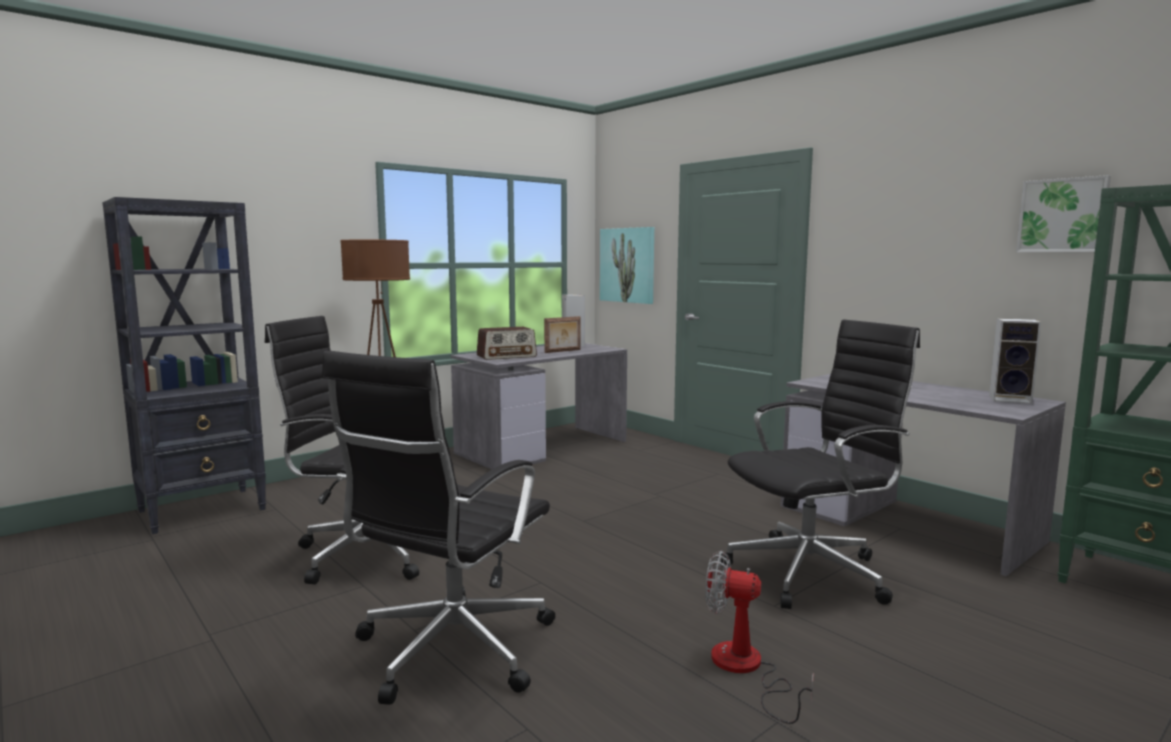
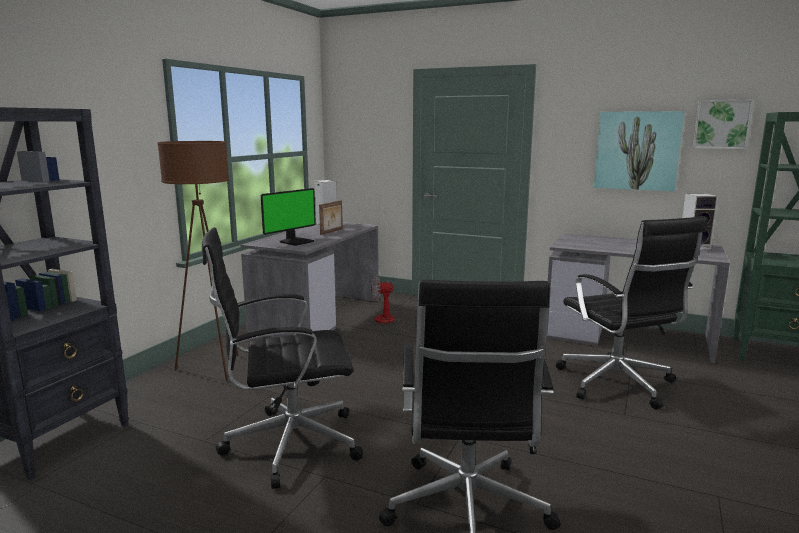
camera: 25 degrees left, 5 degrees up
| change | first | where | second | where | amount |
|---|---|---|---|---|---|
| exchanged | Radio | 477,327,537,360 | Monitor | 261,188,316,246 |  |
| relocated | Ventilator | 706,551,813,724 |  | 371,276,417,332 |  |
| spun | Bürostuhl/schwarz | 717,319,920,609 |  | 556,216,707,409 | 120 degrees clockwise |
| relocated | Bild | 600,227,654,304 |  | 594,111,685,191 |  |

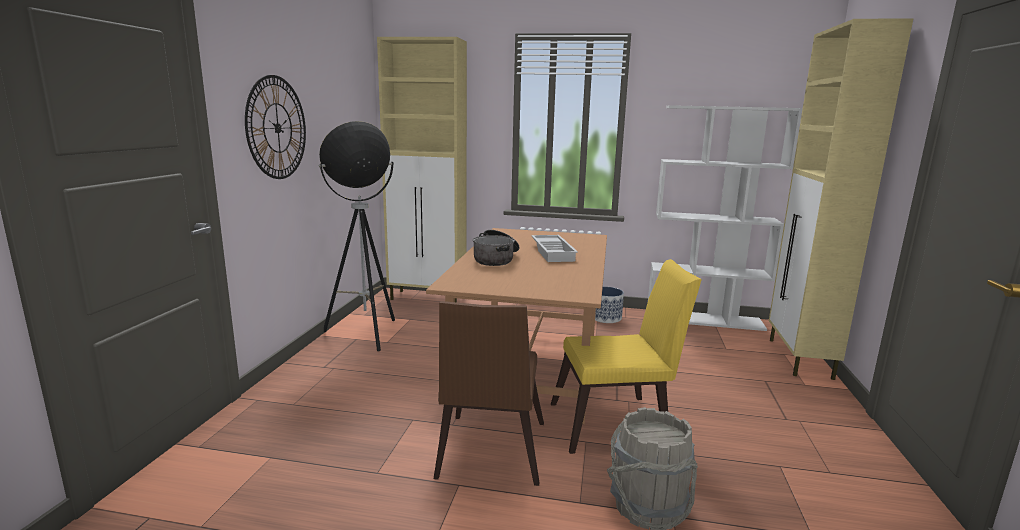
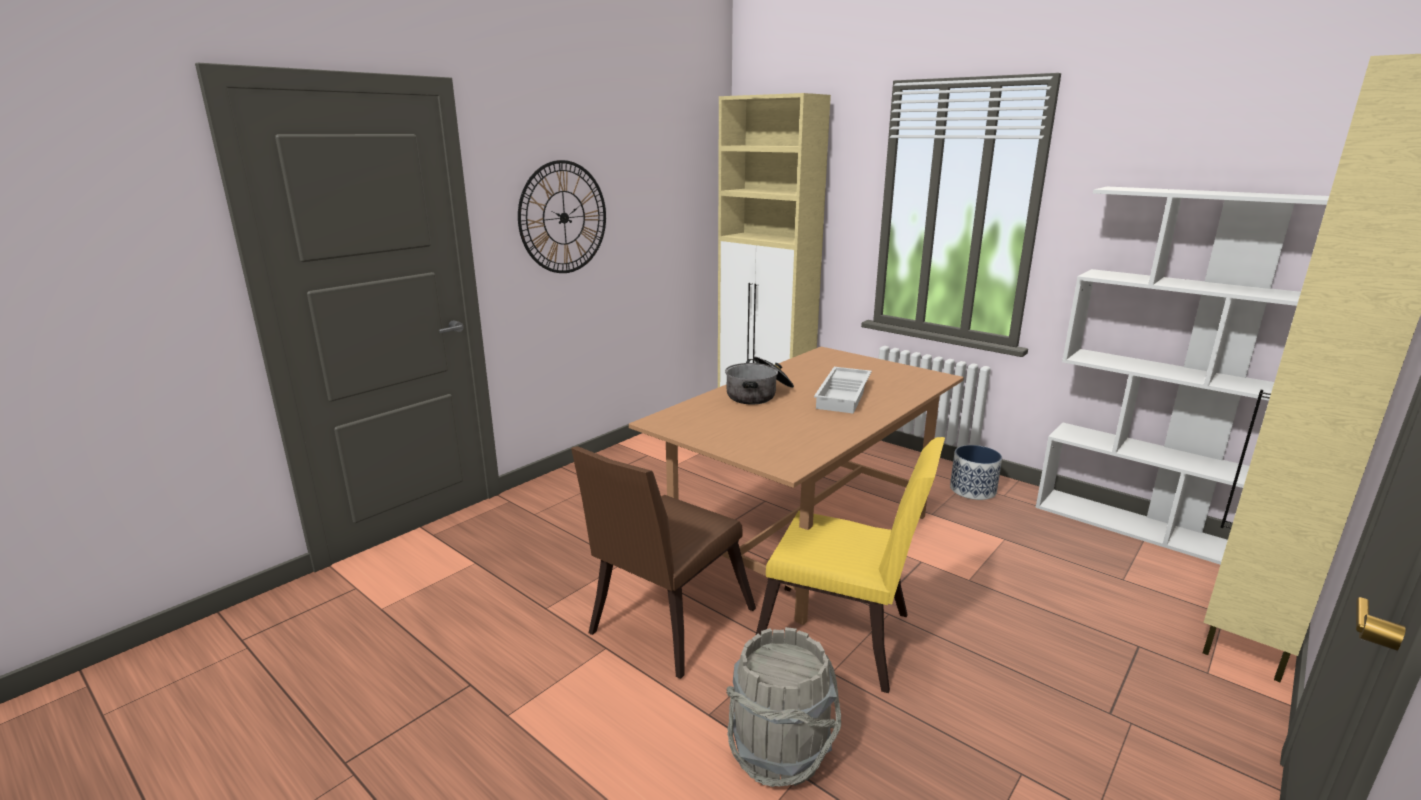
camera: 30 degrees right, 5 degrees up
| change | first | where | second | where | amount |
|---|---|---|---|---|---|
| missing | Stehlampe | 319,121,395,352 |  |  |  |

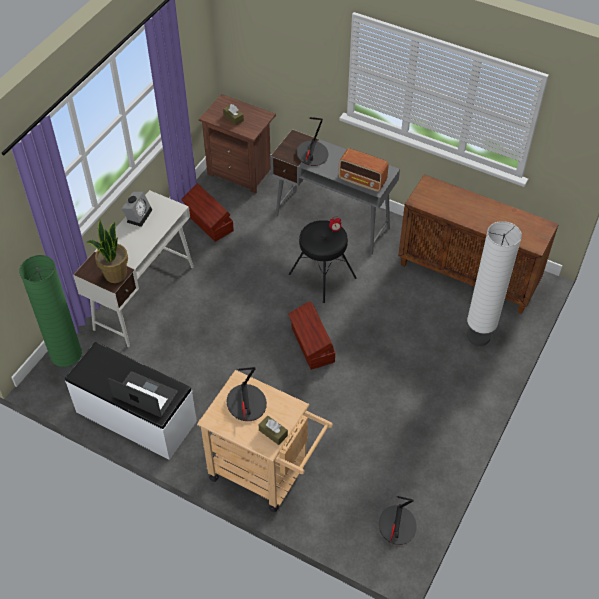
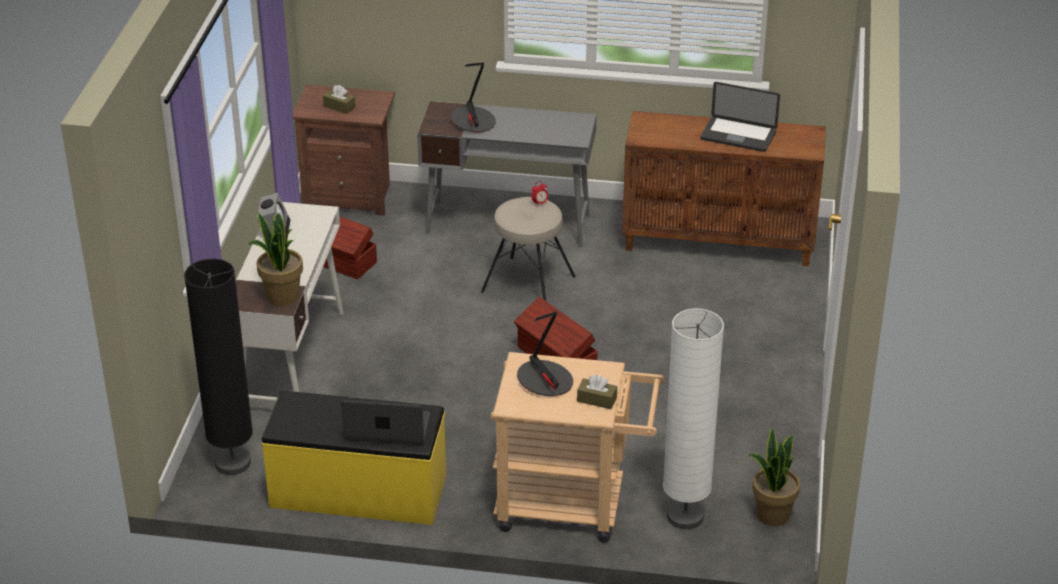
camera: 20 degrees left, 15 degrees down
| change | first | where | second | where | amount |
|---|---|---|---|---|---|
| colour | Stehlampe/grün | 19,255,82,378 | Stehlampe/schwarz | 184,259,253,475 |  |
| colour | Bank/weiß | 65,342,197,460 | Bank/gelb | 262,391,446,525 |  |
| colour | Hocker/schwarz | 289,220,357,303 | Hocker/beige | 481,197,576,301 |  |
| relocated | Stehlampe/weiß | 467,221,522,346 |  | 663,308,724,529 |  |
| appeared |  |  | Laptop | 701,82,780,152 |  |
| exchanged | Tischlampe | 379,496,417,545 | Topfpflanze | 748,427,800,526 |  |
| missing | Radio | 338,148,389,192 |  |  |  |

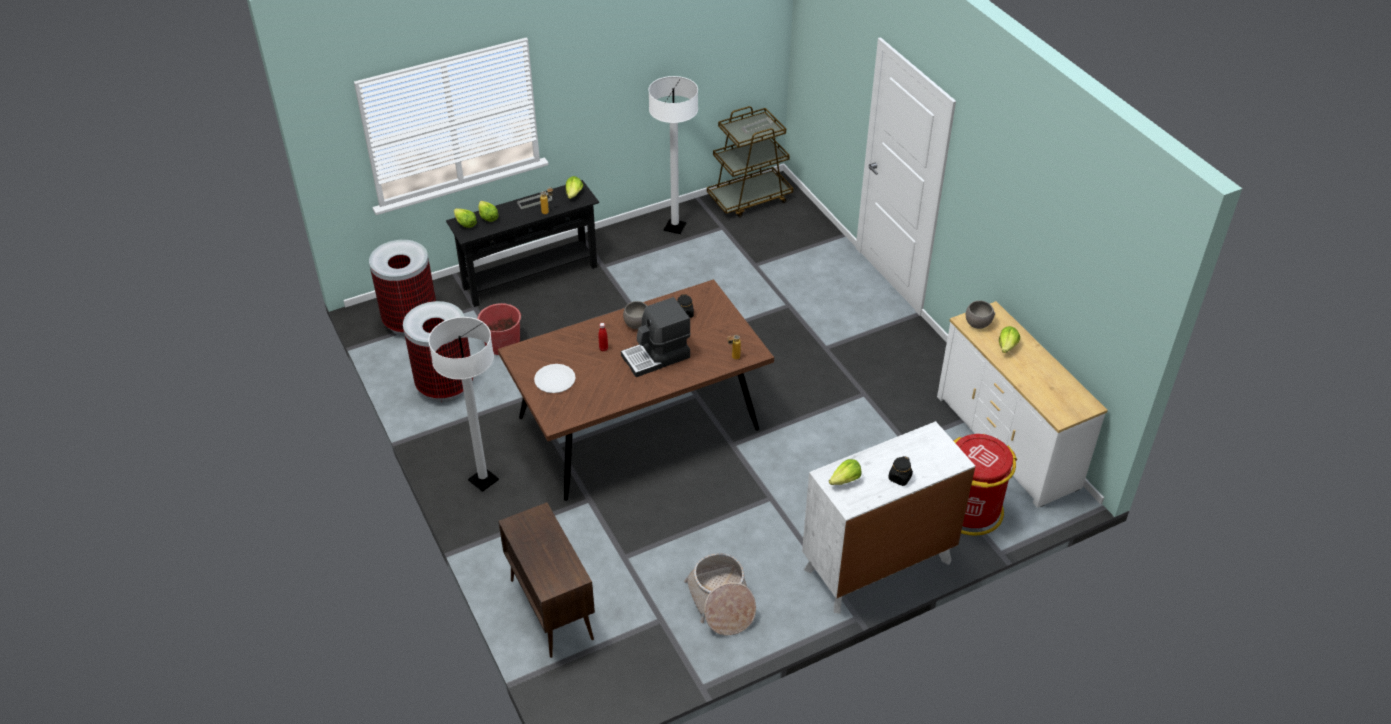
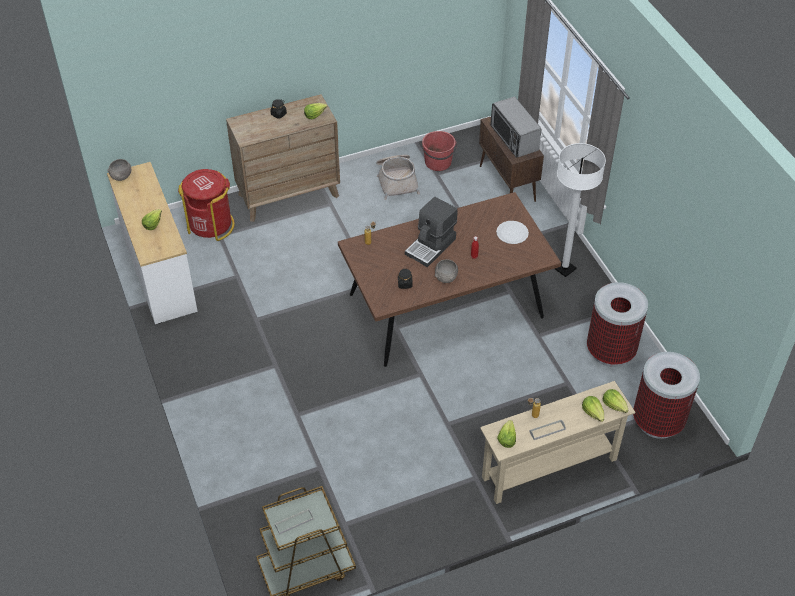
camera: 175 degrees left, 5 degrees up
| change | first | where | second | where | amount |
|---|---|---|---|---|---|
| relocated | Schüssel/grau | 966,300,995,329 |  | 107,159,131,181 |  |
| colour | Kommode/weiß | 802,421,975,613 | Kommode/braun | 226,94,340,222 |  |
| spun | Kaffeemaschine | 621,297,691,377 |  | 405,197,458,267 | 150 degrees clockwise |
| relocated | Eimer/rot | 477,303,521,355 |  | 422,131,457,171 |  |
| colour | Konsolentisch/schwarz | 446,180,599,307 | Konsolentisch/beige | 480,381,635,504 |  |
| appeared |  |  | Mikrowelle | 490,96,542,158 |  |
| missing | Stehlampe/weiß | 648,76,698,234 |  |  |  |

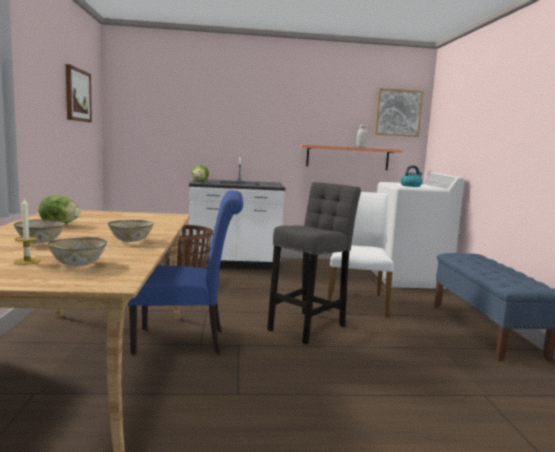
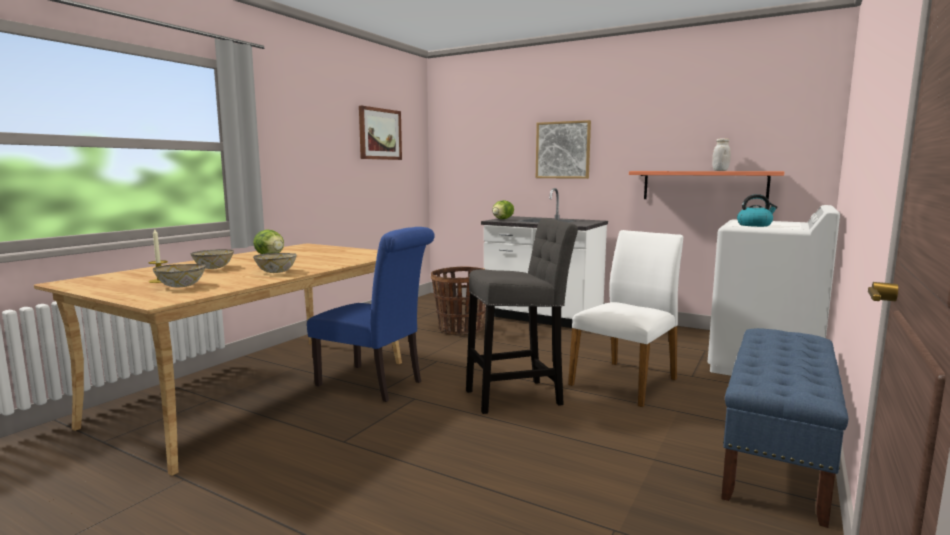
camera: 35 degrees right, 0 degrees up
| change | first | where | second | where | amount |
|---|---|---|---|---|---|
| relocated | Bild | 375,88,424,137 |  | 536,120,591,179 |  |

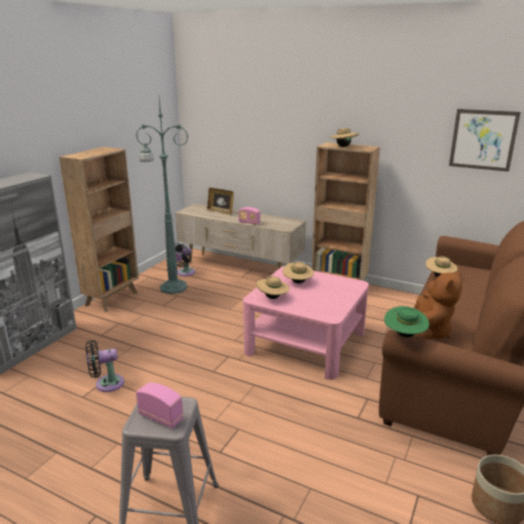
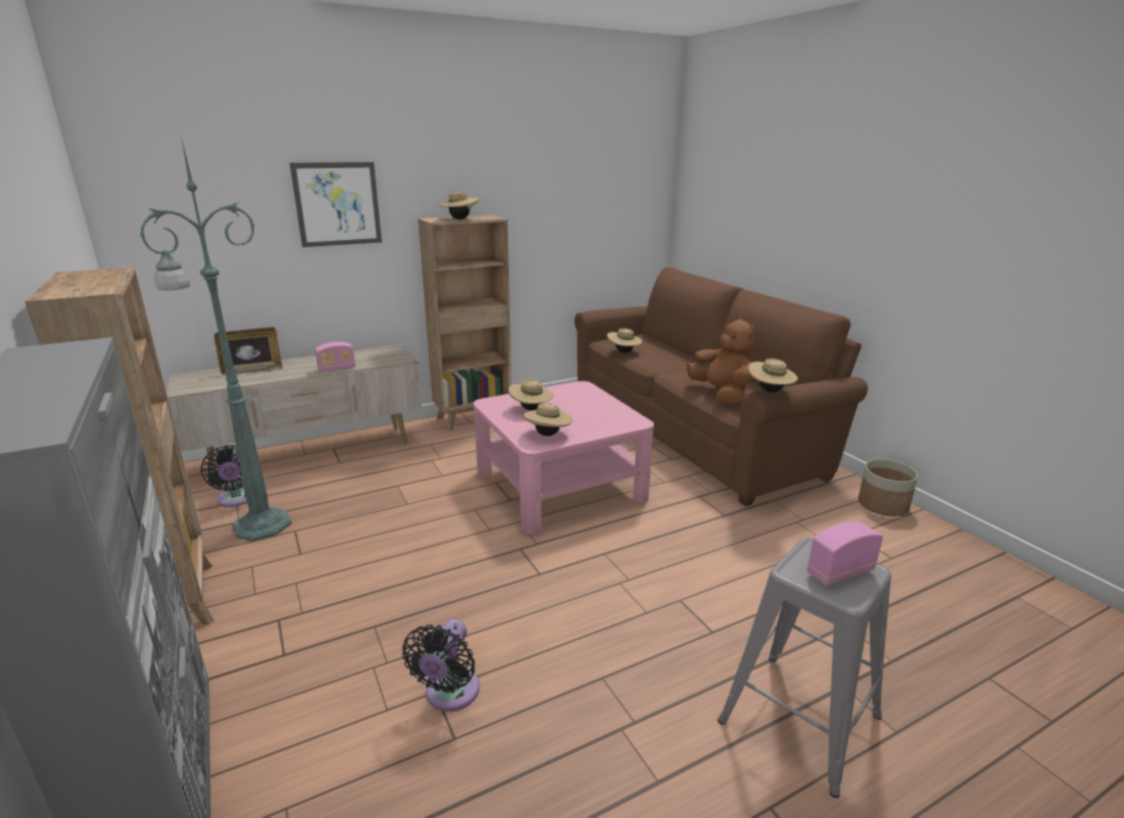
camera: 55 degrees left, 0 degrees up
| change | first | where | second | where | amount |
|---|---|---|---|---|---|
| relocated | Bild | 449,109,521,172 |  | 290,162,382,247 |  |
| colour | Hut/grün | 384,306,429,337 | Hut/beige | 748,359,798,392 |  |

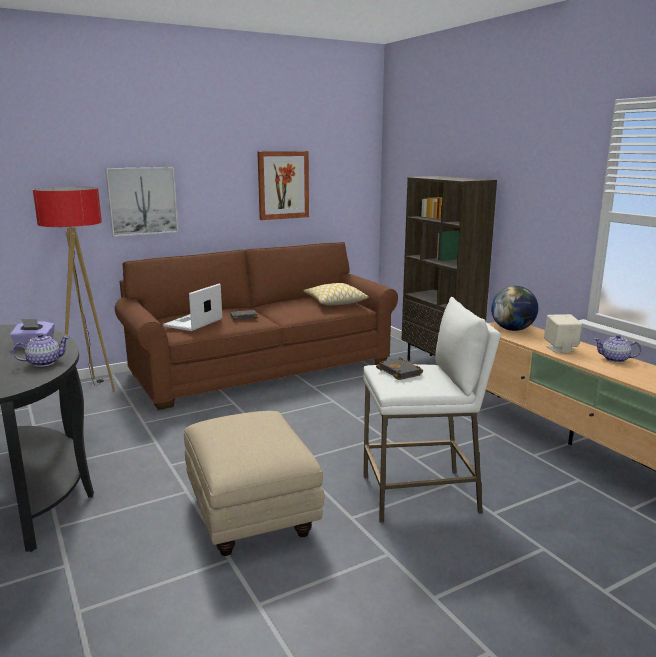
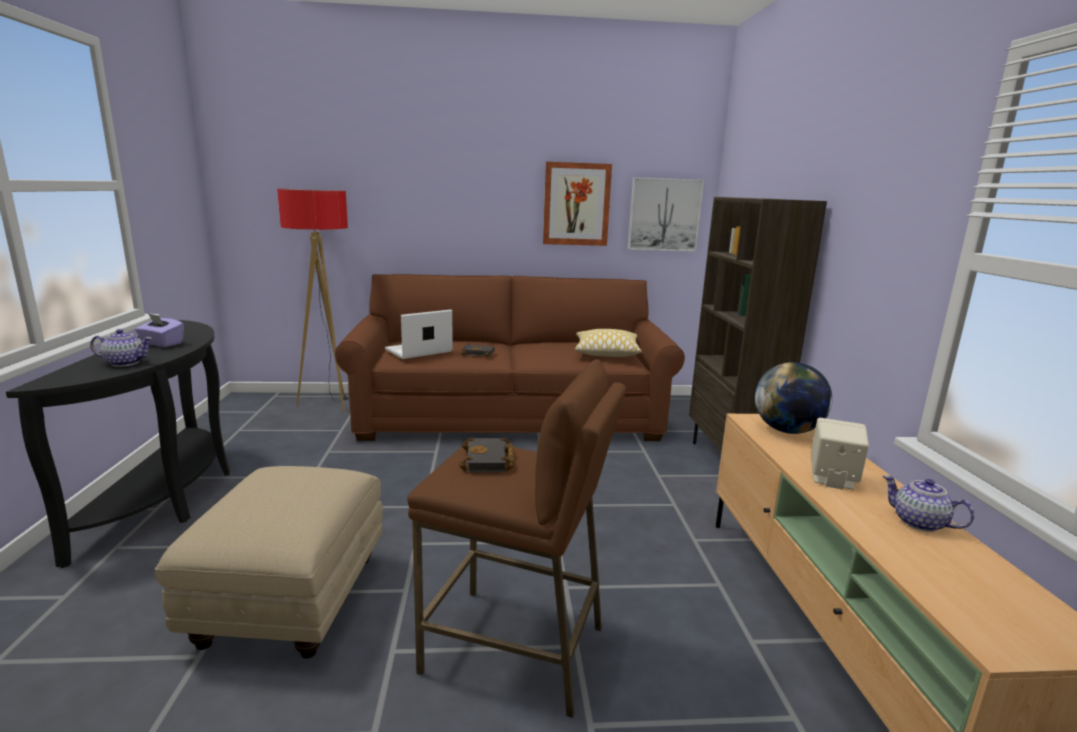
camera: 25 degrees right, 0 degrees up
| change | first | where | second | where | amount |
|---|---|---|---|---|---|
| colour | Hocker/weiß | 363,297,501,522 | Hocker/braun | 407,359,626,718 |  |
| relocated | Bild | 105,167,178,237 |  | 628,177,704,252 |  |

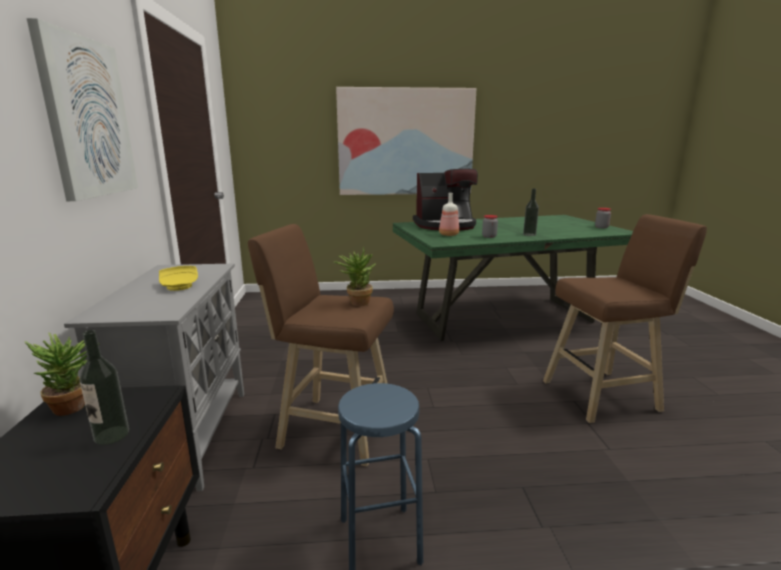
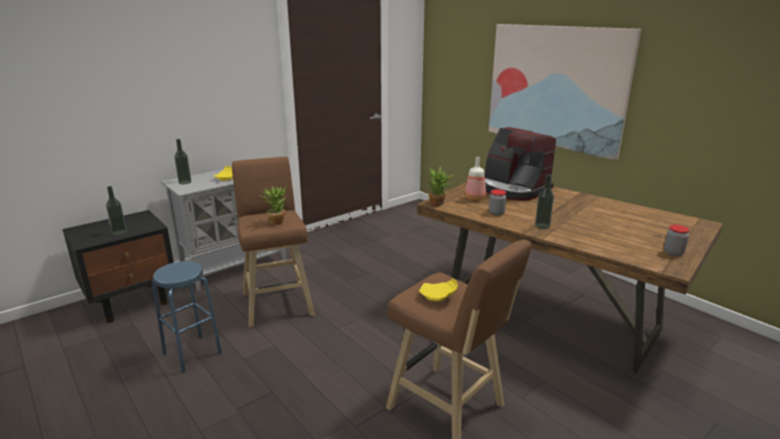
camera: 55 degrees right, 5 degrees up
| change | first | where | second | where | amount |
|---|---|---|---|---|---|
| appeared |  |  | Flasche | 175,139,191,184 |  |
| colour | Esstisch/grün | 393,215,633,341 | Esstisch/braun | 417,182,723,373 |  |
| appeared |  |  | Teller/gelb | 419,278,458,301 |  |
| relocated | Topfpflanze | 24,332,100,416 |  | 427,167,454,206 |  |
| missing | Bild | 26,18,138,201 |  |  |  |

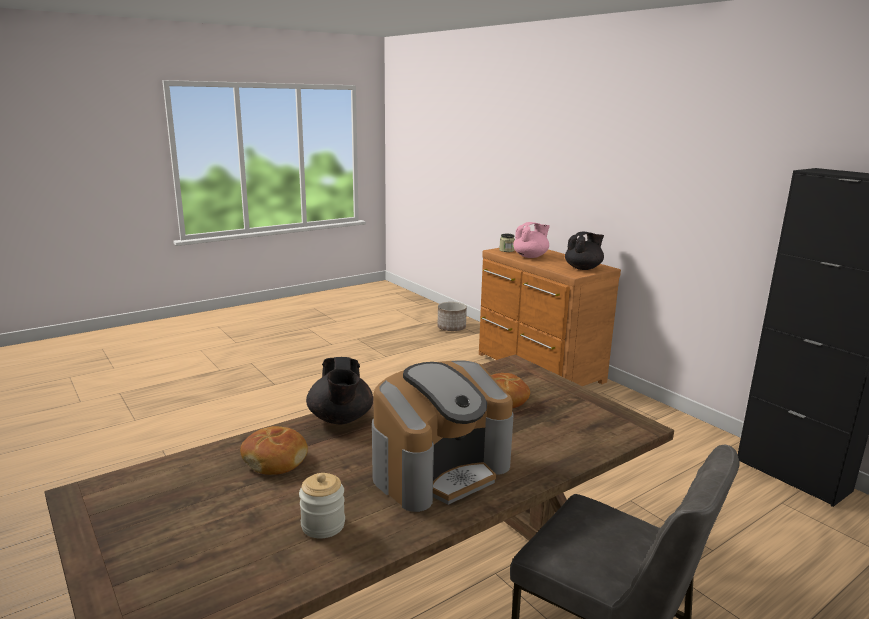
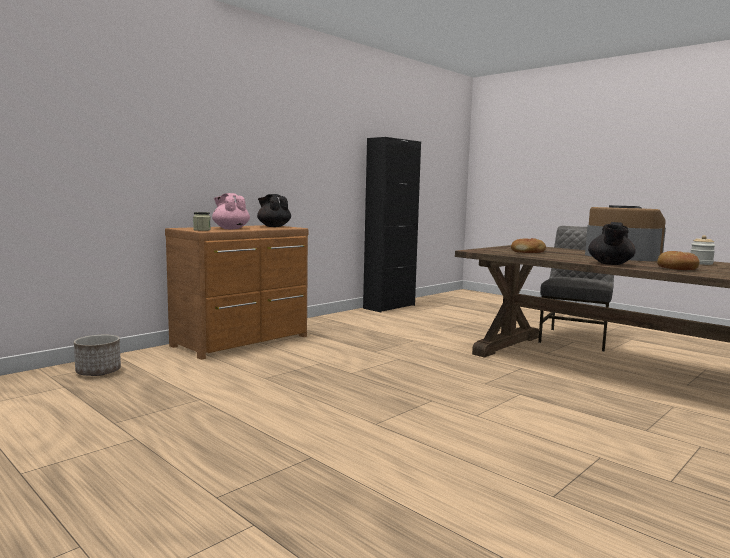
camera: 100 degrees left, 10 degrees down
| change | first | where | second | where | amount |
|---|---|---|---|---|---|
| spun | Teekanne/schwarz | 306,357,373,424 |  | 588,222,636,265 | 135 degrees clockwise |

